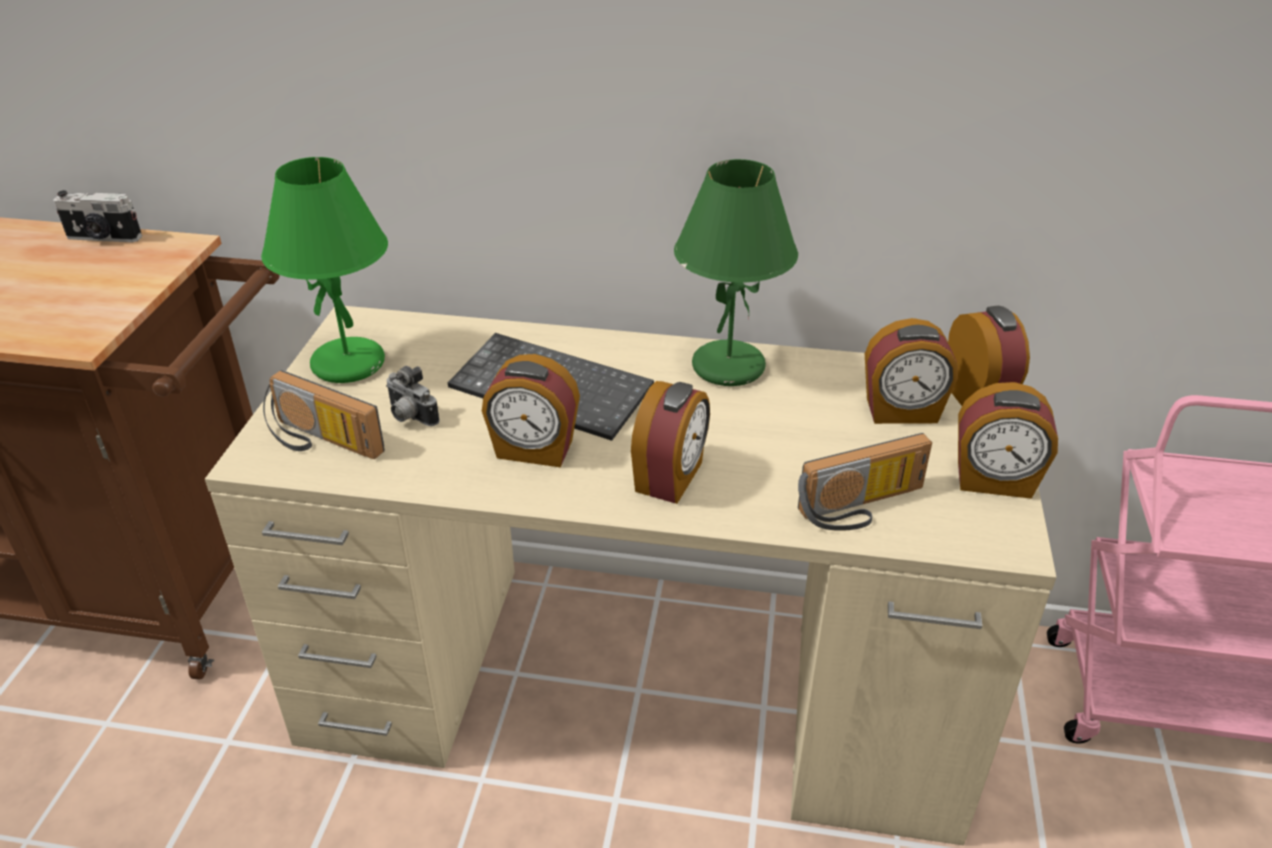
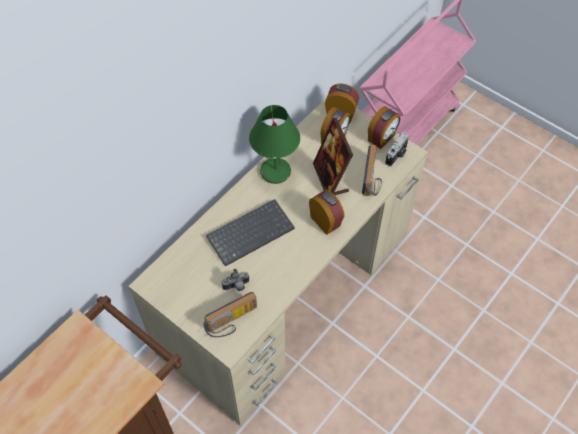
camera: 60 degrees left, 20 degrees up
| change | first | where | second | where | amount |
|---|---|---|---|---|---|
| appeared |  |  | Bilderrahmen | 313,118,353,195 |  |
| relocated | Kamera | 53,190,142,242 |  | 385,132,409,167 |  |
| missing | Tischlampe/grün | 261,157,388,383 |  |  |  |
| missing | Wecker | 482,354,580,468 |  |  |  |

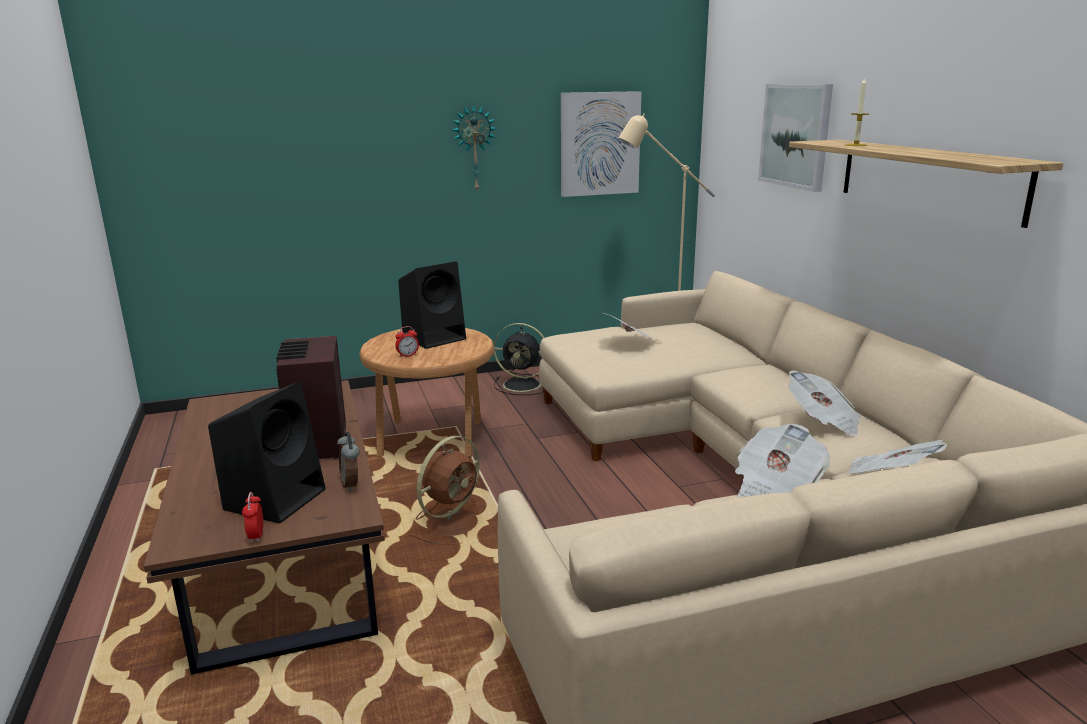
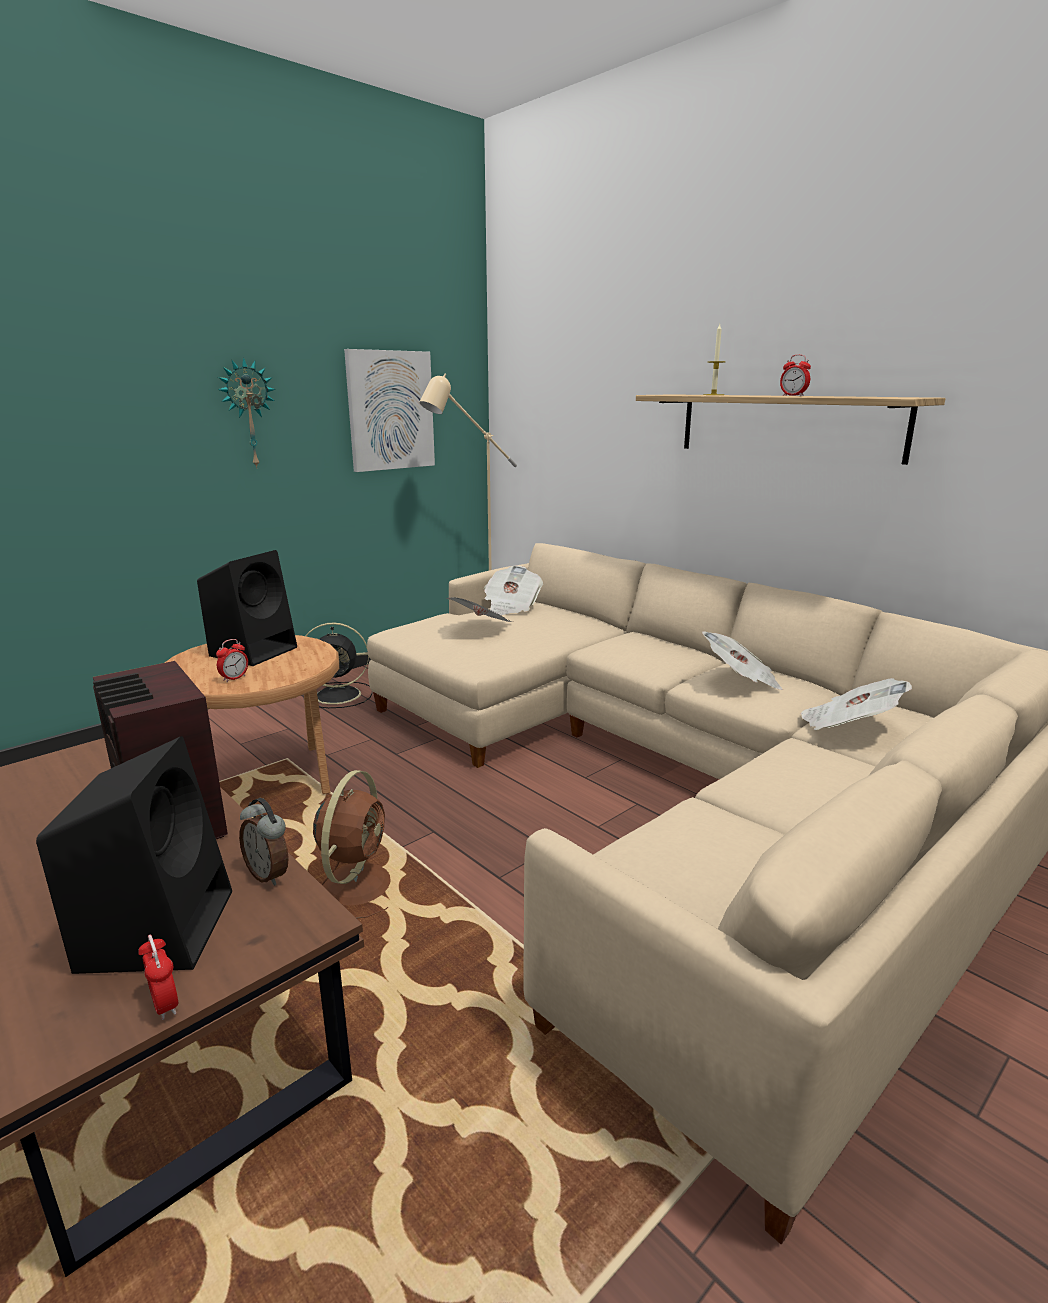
camera: 25 degrees left, 0 degrees up
| change | first | where | second | where | amount |
|---|---|---|---|---|---|
| relocated | Zeitung | 735,424,831,498 |  | 484,565,543,615 |  |
| appeared |  |  | Wecker | 780,355,811,396 |  |
| missing | Bild | 758,84,833,192 |  |  |  |

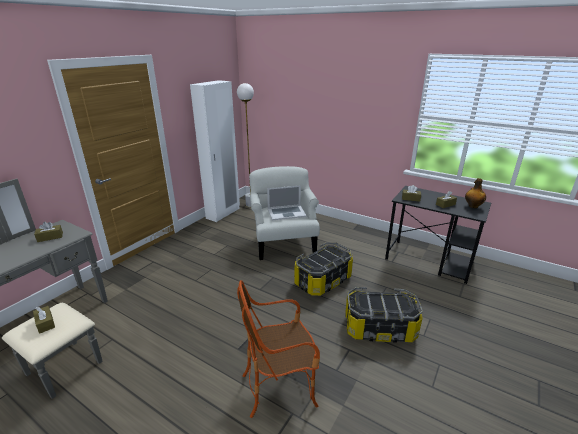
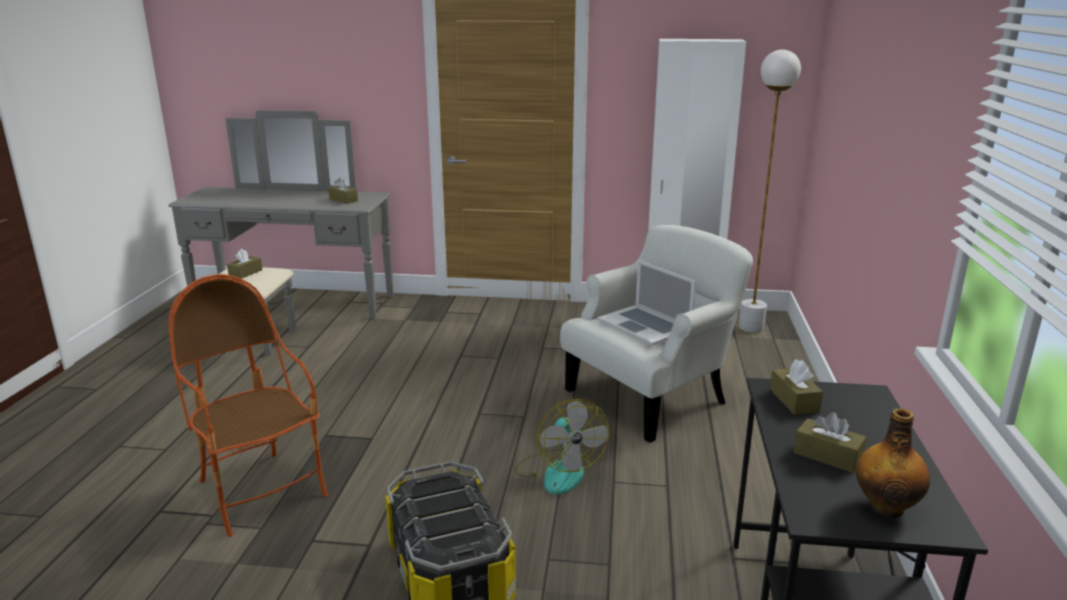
camera: 65 degrees right, 5 degrees down
| change | first | where | second | where | amount |
|---|---|---|---|---|---|
| exchanged | Aufbewahrungsbox | 294,242,353,296 | Ventilator | 515,399,609,495 |  |

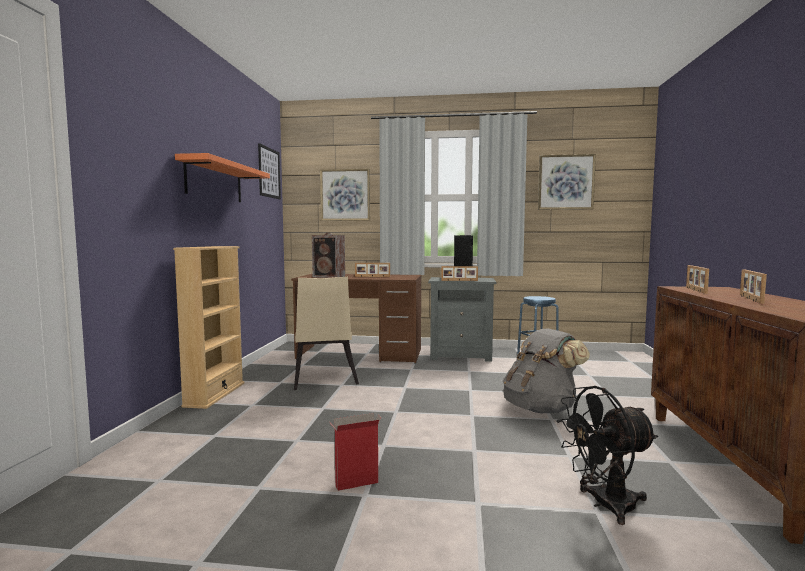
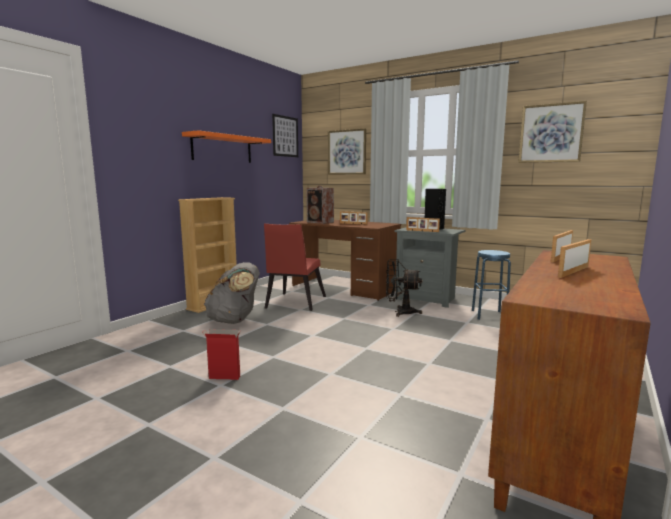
camera: 25 degrees right, 5 degrees up
| change | first | where | second | where | amount |
|---|---|---|---|---|---|
| relocated | Rucksack/grau | 503,329,590,413 |  | 204,262,260,324 |  |
| colour | Stuhl/beige | 294,277,359,390 | Stuhl/rot | 264,224,326,311 |  |
| relocated | Ventilator/schwarz | 557,386,658,525 |  | 386,259,422,317 |  |

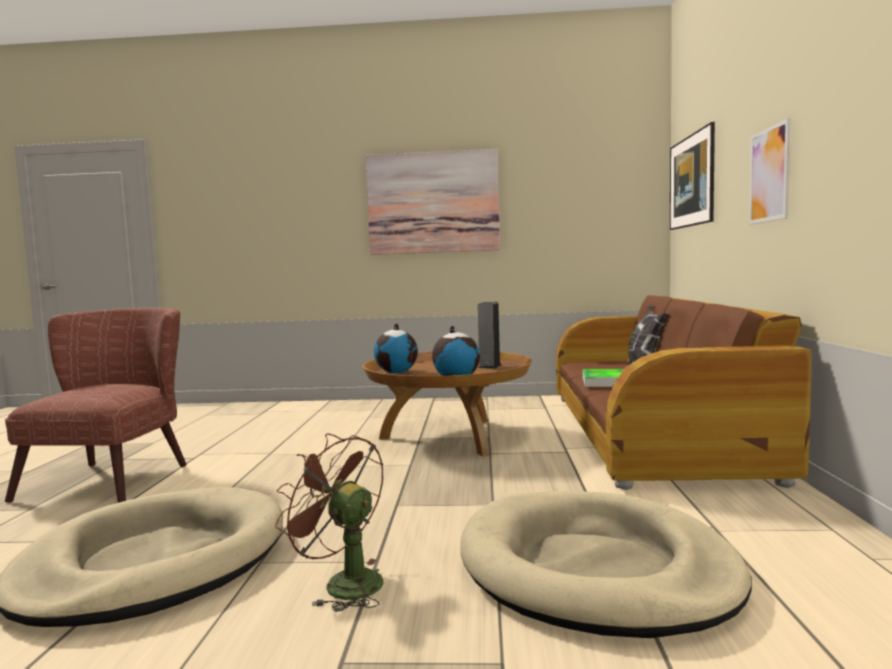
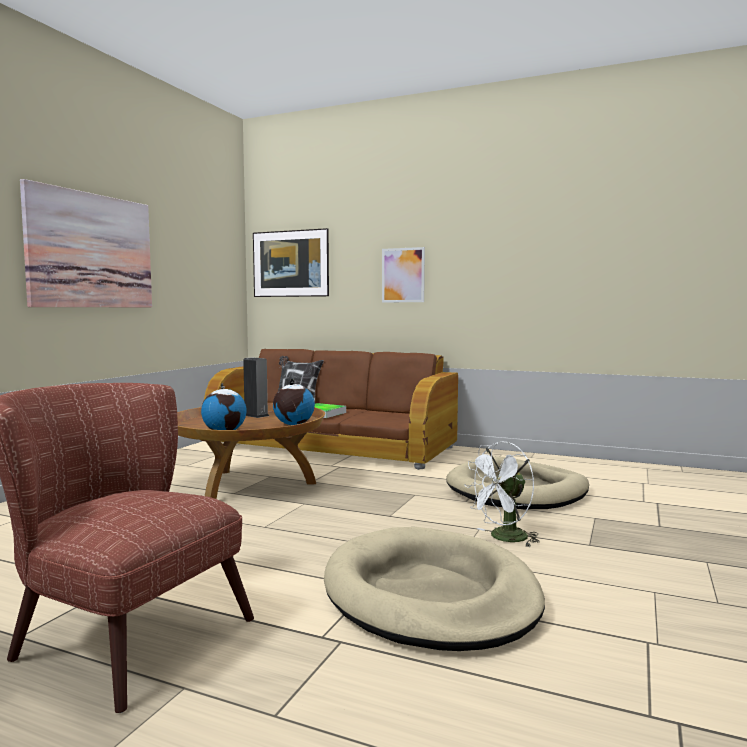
camera: 70 degrees left, 0 degrees up
| change | first | where | second | where | amount |
|---|---|---|---|---|---|
| colour | Ventilator/braun | 275,434,383,612 | Ventilator/weiß | 464,442,540,547 |  |

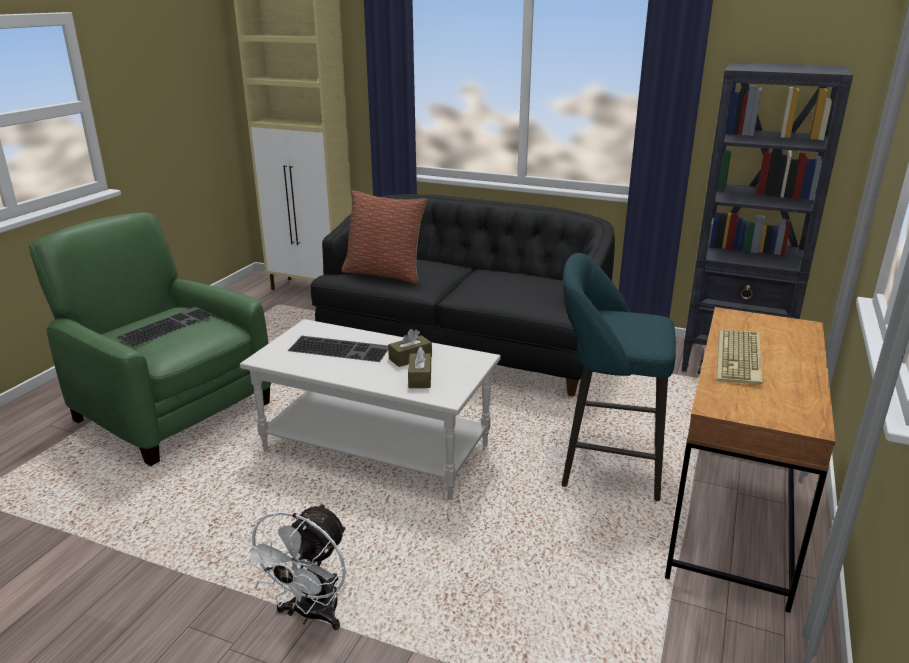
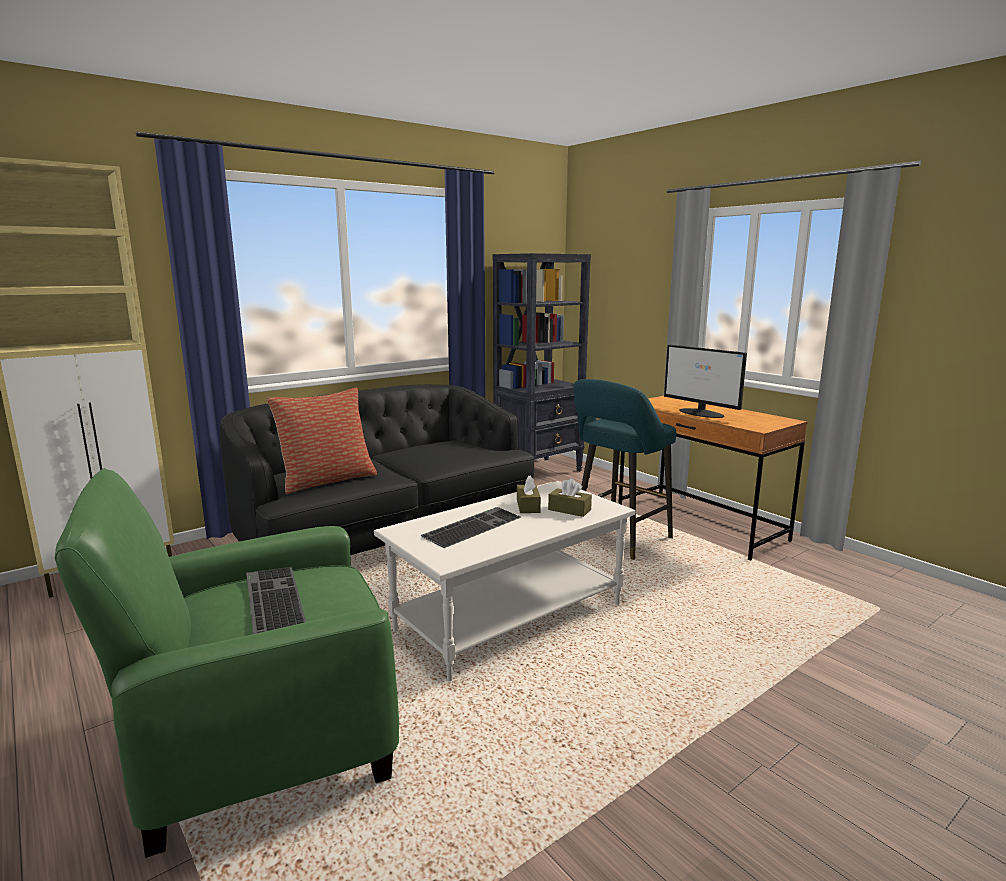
camera: 60 degrees left, 10 degrees down
| change | first | where | second | where | amount |
|---|---|---|---|---|---|
| exchanged | Tastatur | 716,330,763,384 | Monitor | 664,345,747,418 |  |
| missing | Ventilator/weiß | 241,503,346,630 |  |  |  |

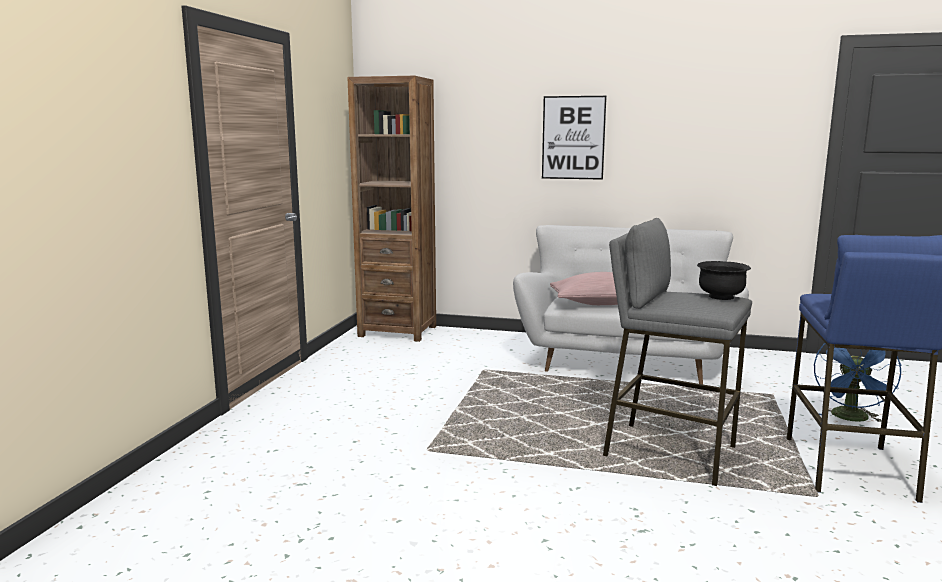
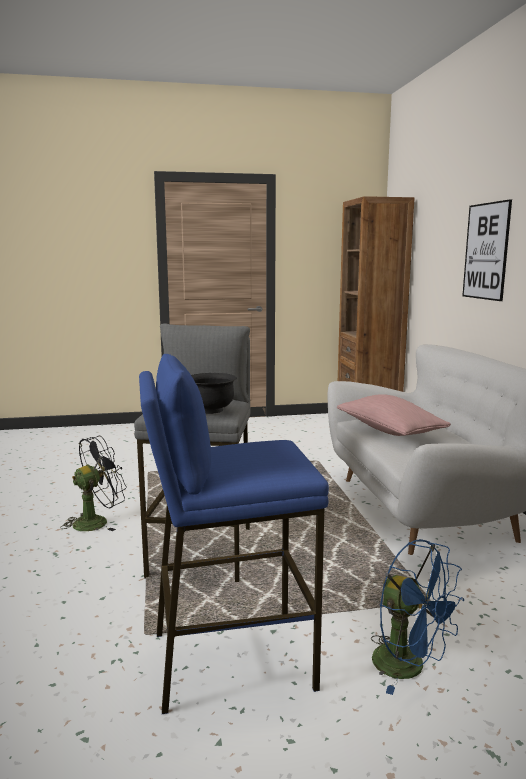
camera: 65 degrees right, 0 degrees up
| change | first | where | second | where | amount |
|---|---|---|---|---|---|
| appeared |  |  | Ventilator/schwarz | 60,435,127,531 |  |
| spun | Ventilator/blau | 814,343,901,422 |  | 371,539,464,695 | 135 degrees counterclockwise |

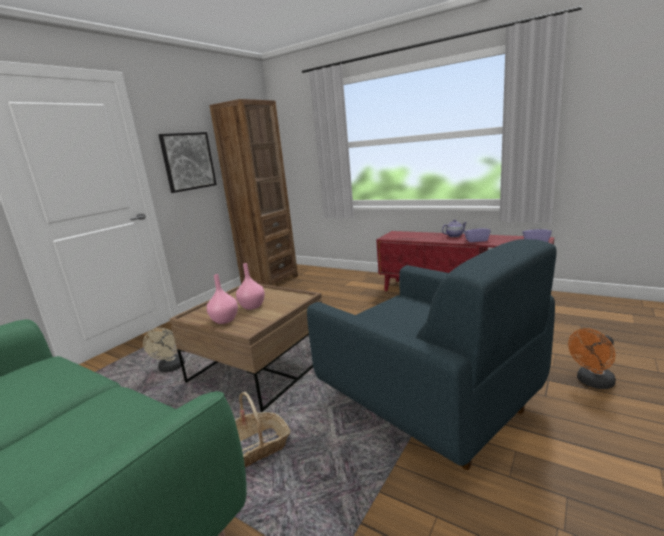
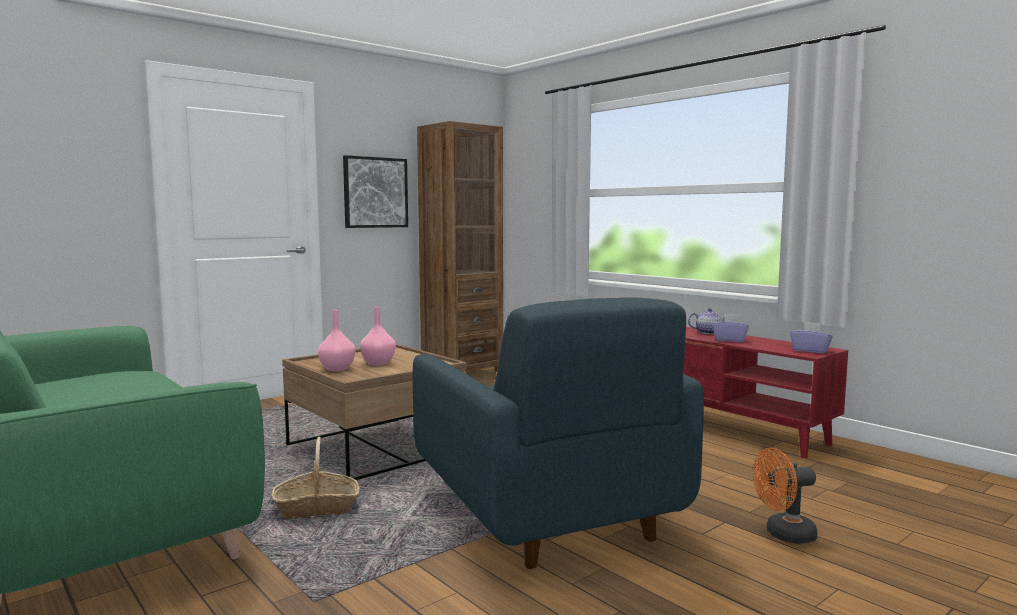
camera: 15 degrees right, 10 degrees down
| change | first | where | second | where | amount |
|---|---|---|---|---|---|
| missing | Ventilator/beige | 143,328,185,372 |  |  |  |

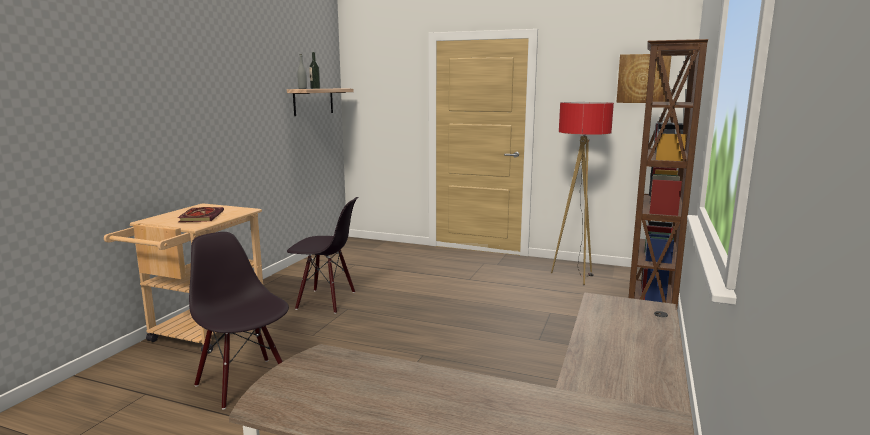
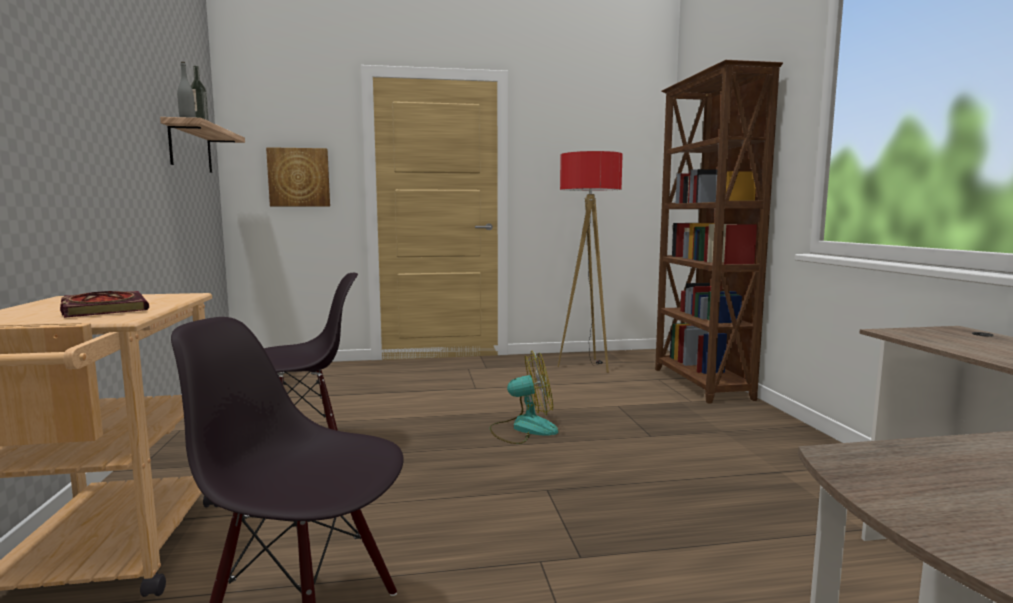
camera: 30 degrees left, 5 degrees down
| change | first | where | second | where | amount |
|---|---|---|---|---|---|
| relocated | Bild | 616,54,671,103 |  | 266,147,330,206 |  |
| appeared |  |  | Ventilator | 490,351,558,444 |  |

